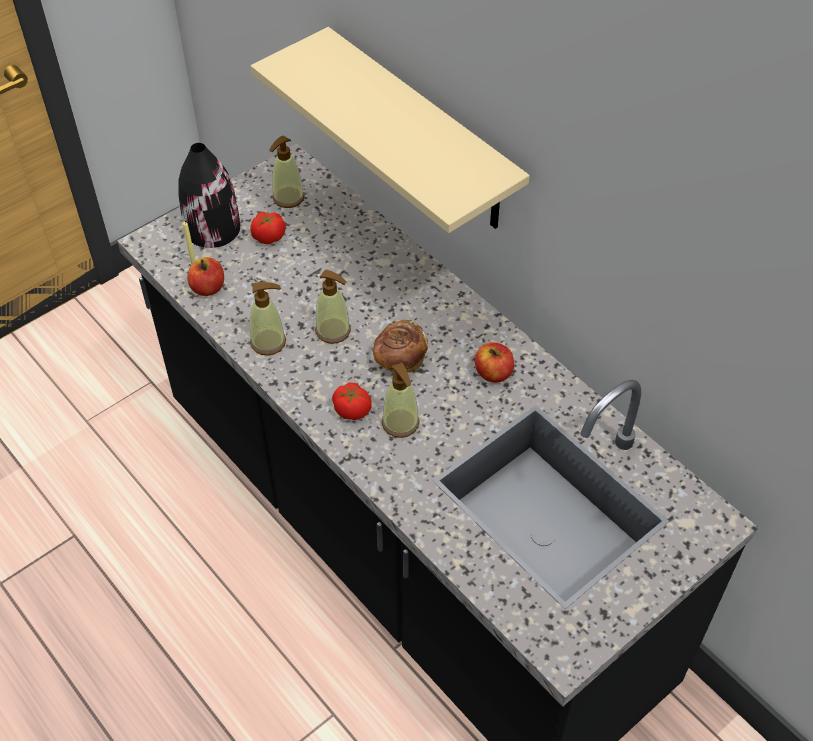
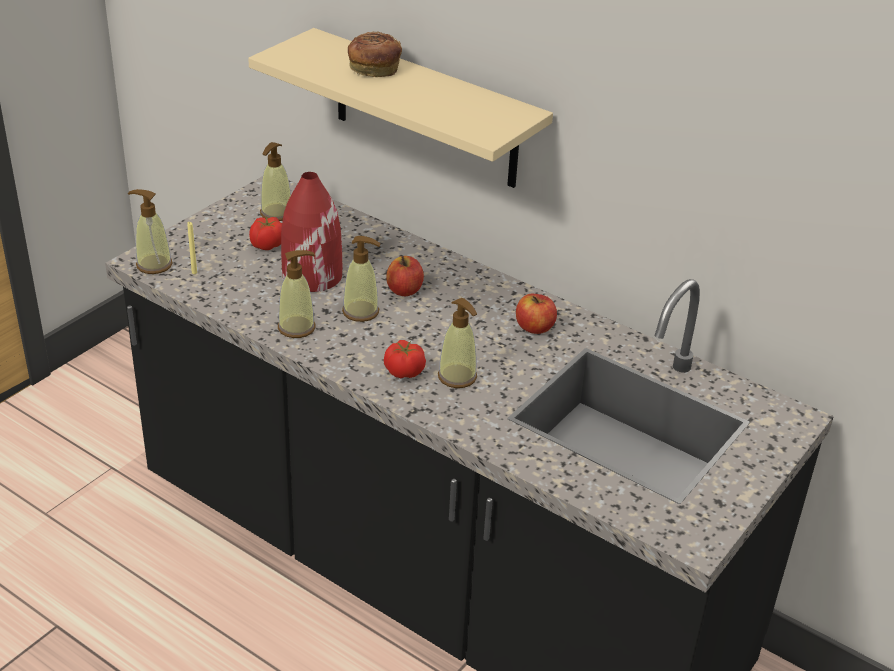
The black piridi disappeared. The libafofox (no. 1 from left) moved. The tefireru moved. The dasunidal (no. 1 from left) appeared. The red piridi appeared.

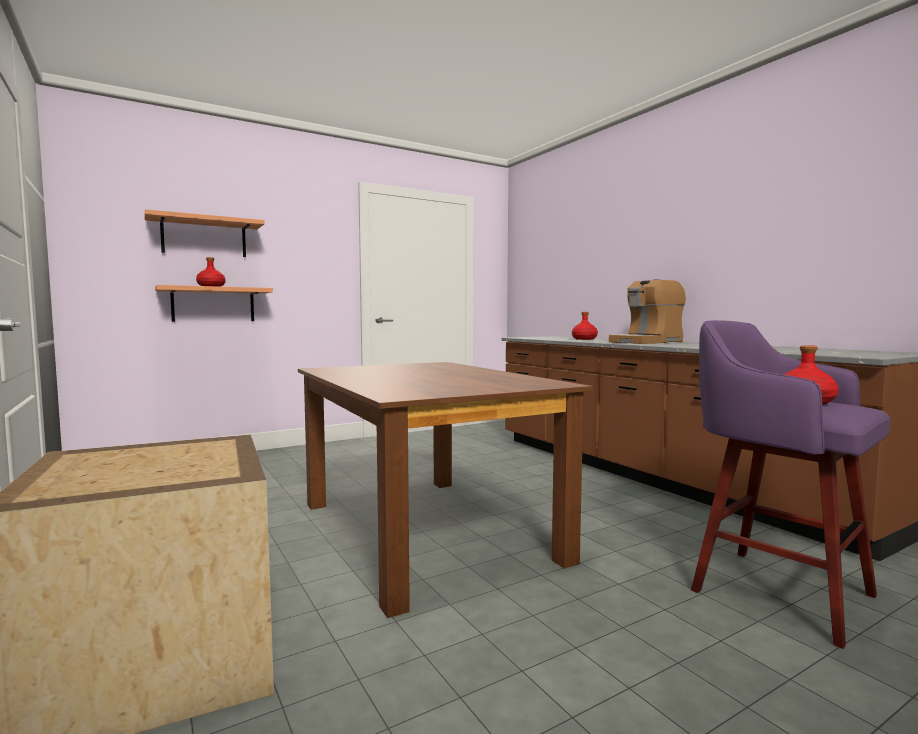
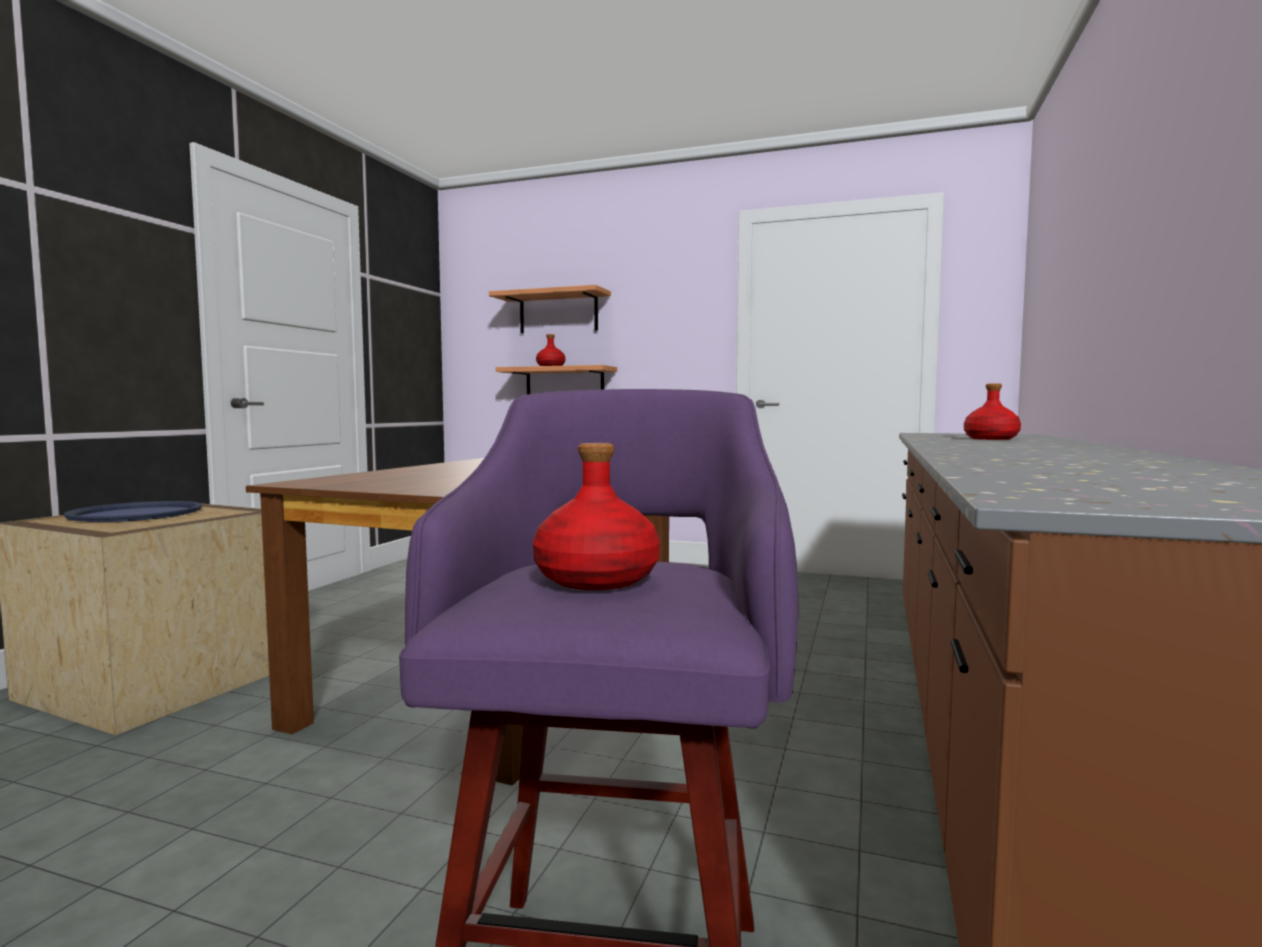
The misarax disappeared. The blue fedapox appeared.

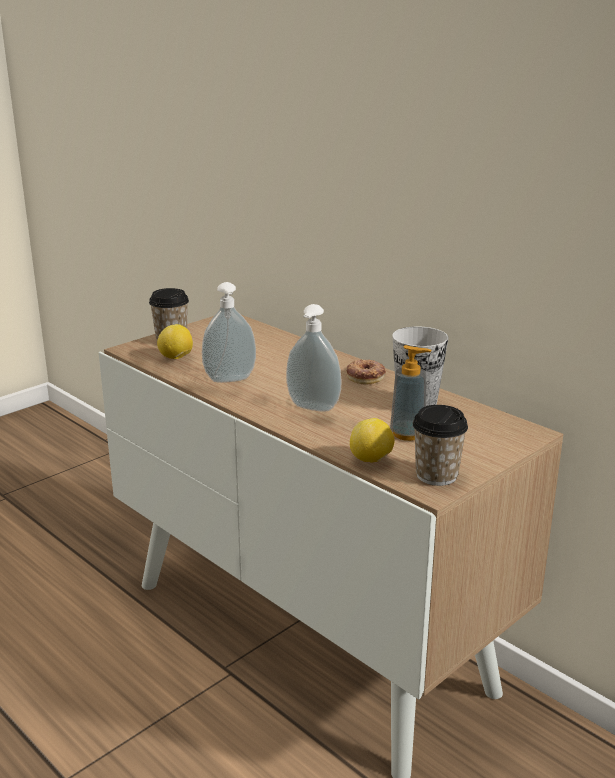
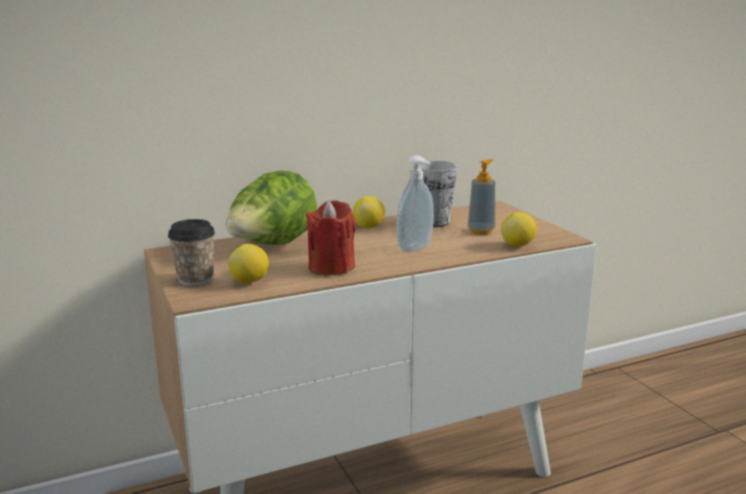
The dasunidal (no. 1 from left) was replaced by the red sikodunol. The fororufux was replaced by the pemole (no. 2 from left). The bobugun (no. 3 from left) disappeared. The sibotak appeared.

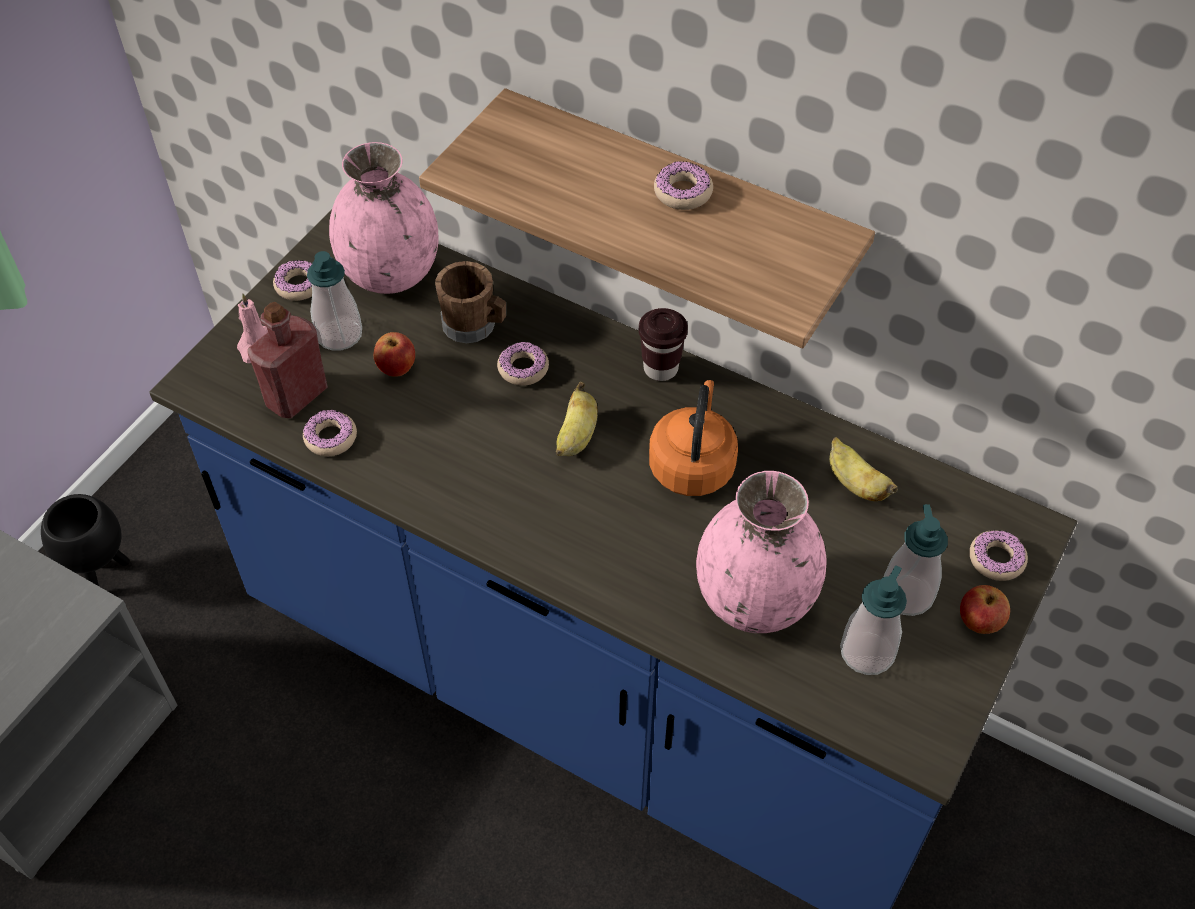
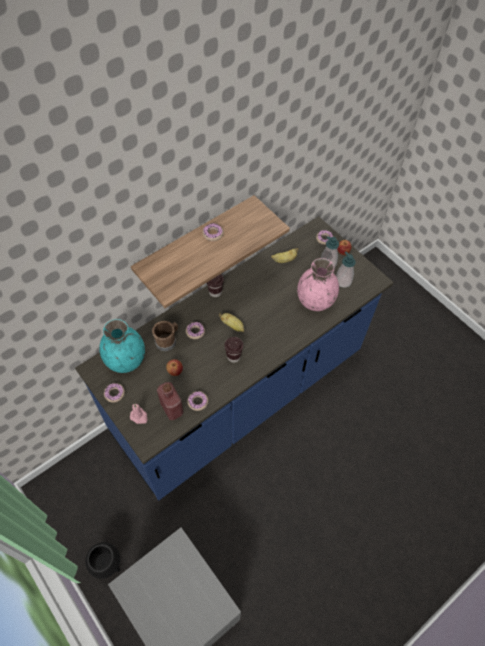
The dasunidal (no. 1 from left) disappeared. The pink piridi (no. 1 from left) became the turquoise piridi. The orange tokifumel disappeared. The brown bobugun (no. 2 from left) appeared.

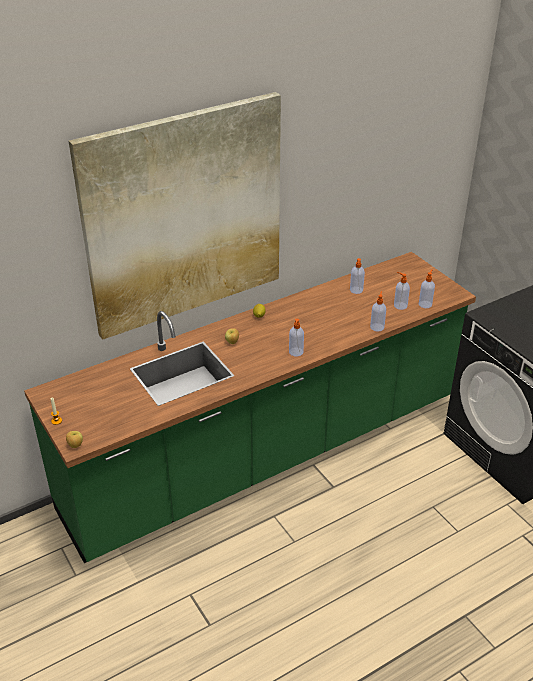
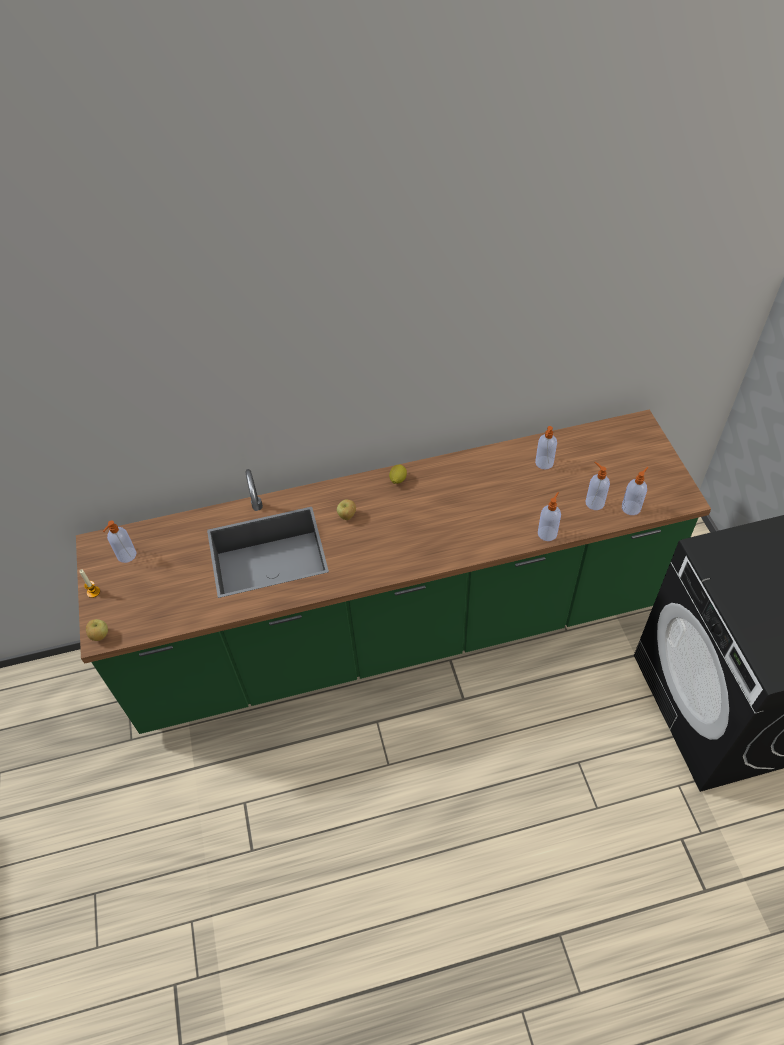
The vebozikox disappeared. The dasunidal (no. 1 from left) moved.

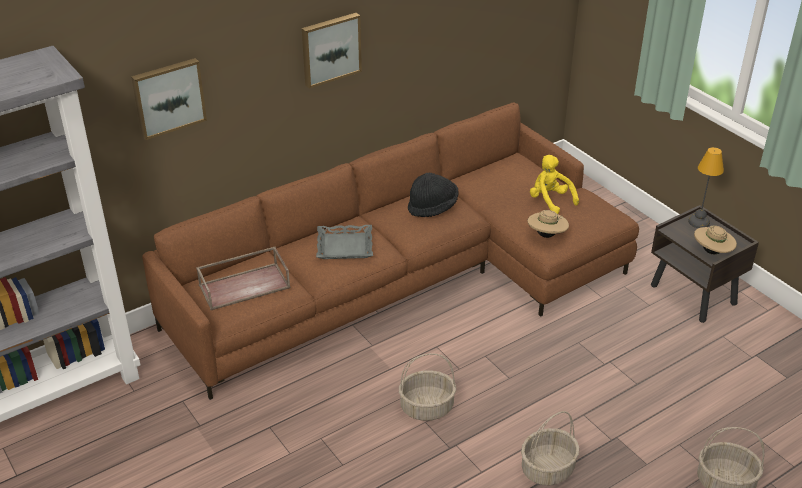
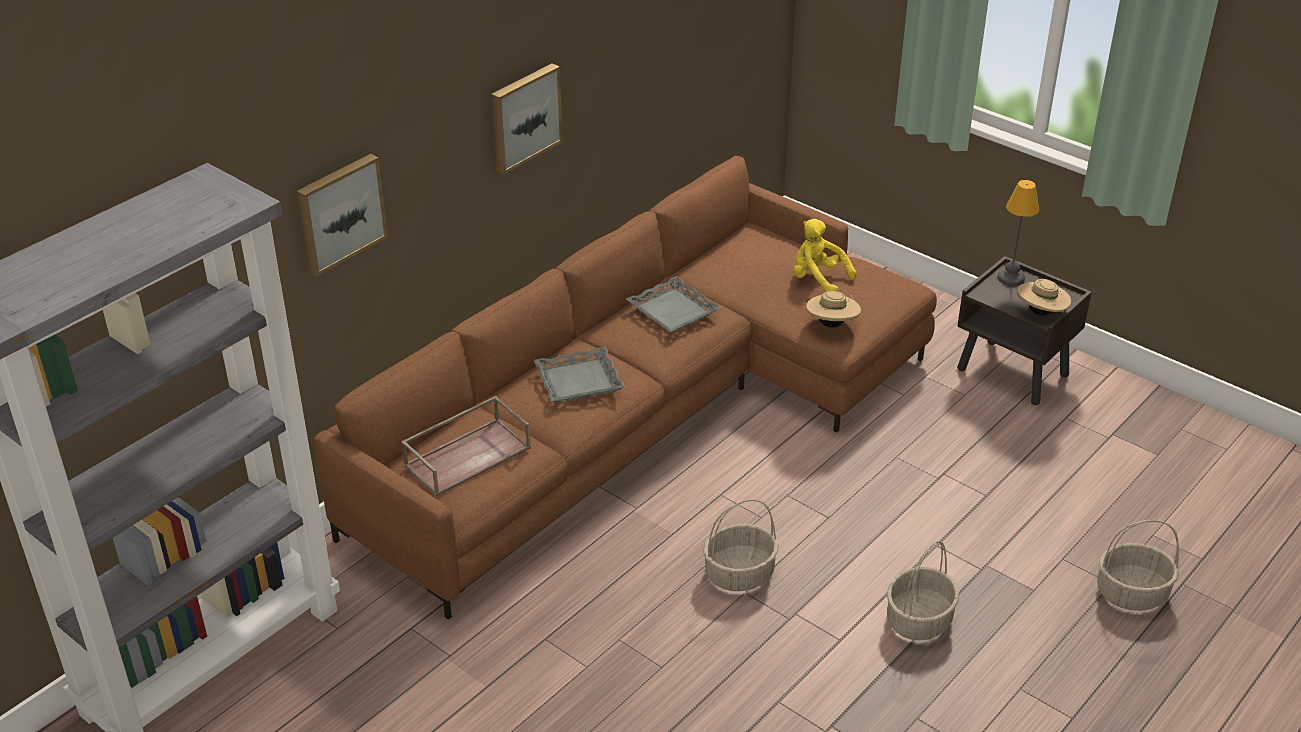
The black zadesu was replaced by the grey fedapox (no. 2 from left).

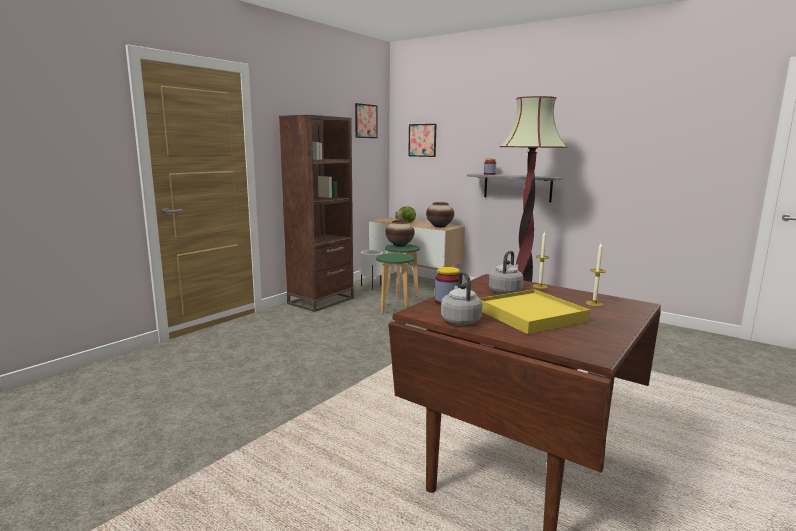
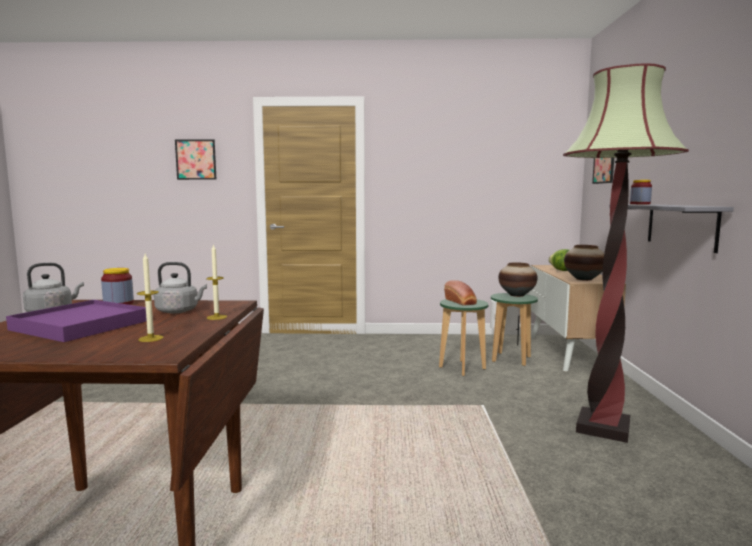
The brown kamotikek disappeared. The vebozikox (no. 1 from left) moved. The yellow fedapox became the purple fedapox. The tefireru appeared.

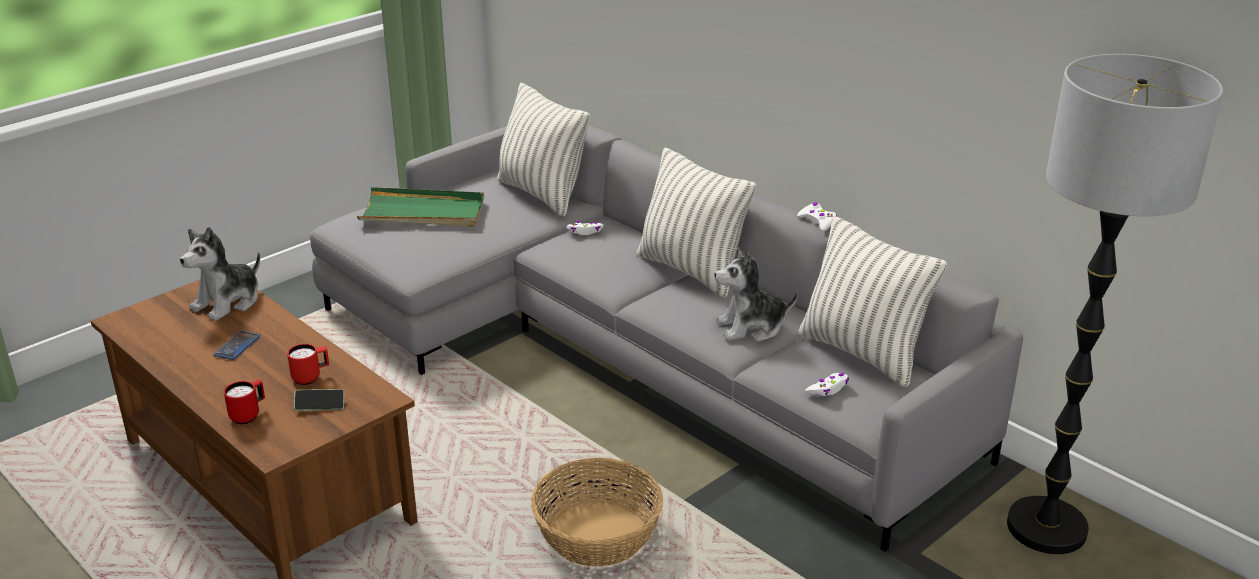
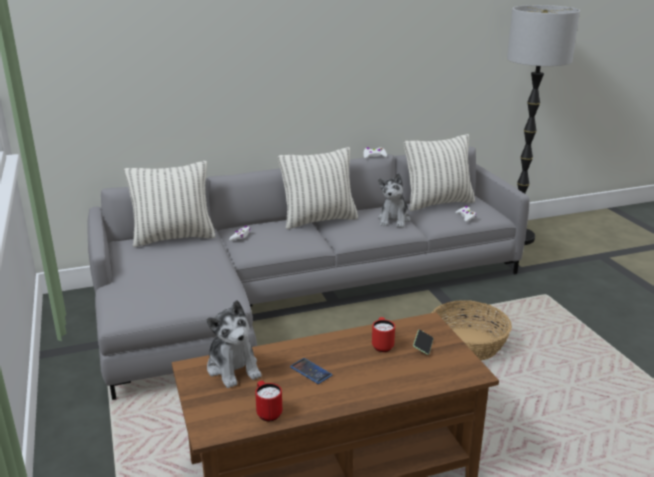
The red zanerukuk (no. 1 from left) moved. The green fedapox disappeared.

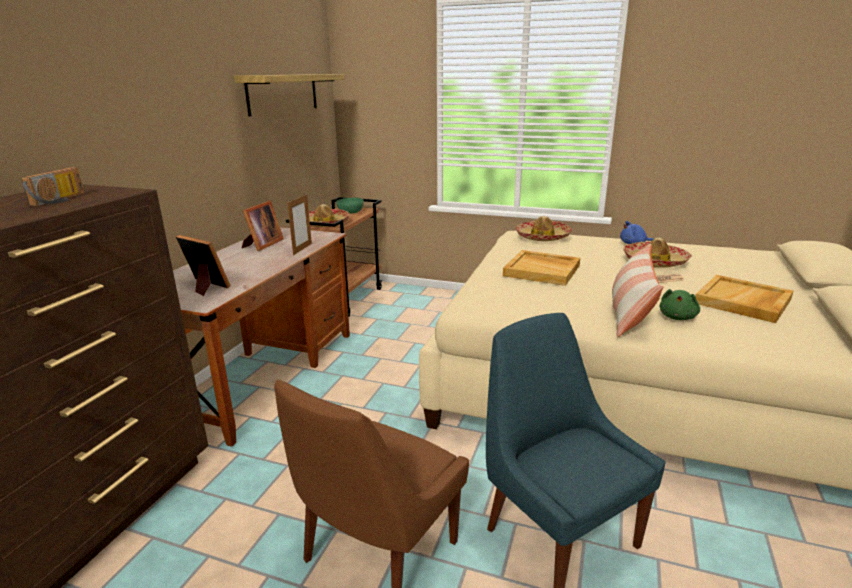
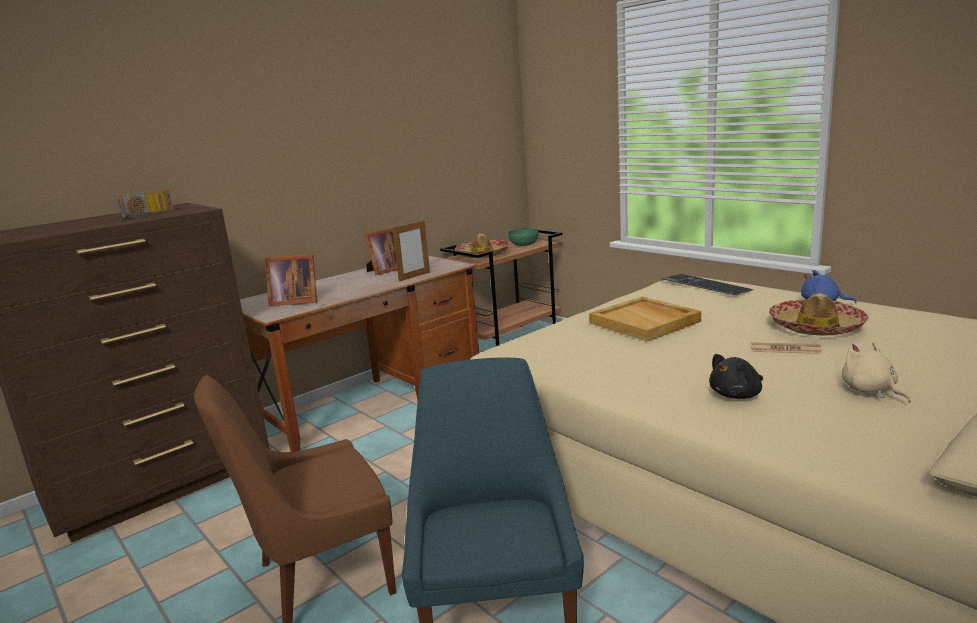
The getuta (no. 1 from left) turned 120 degrees clockwise. The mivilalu disappeared. The zadesu (no. 2 from left) was replaced by the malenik. The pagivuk disappeared. The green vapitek became the black vapitek. The beige fedapox (no. 2 from left) was replaced by the beige vapitek.

